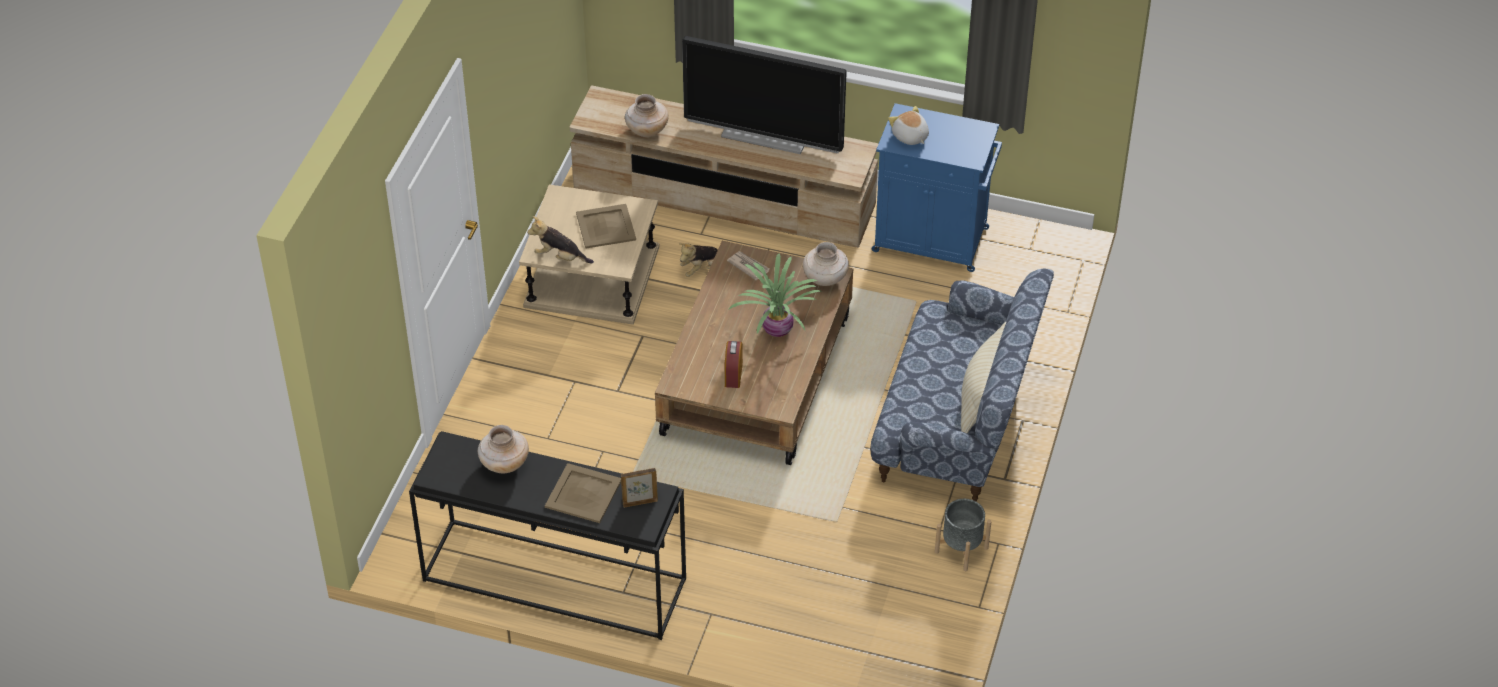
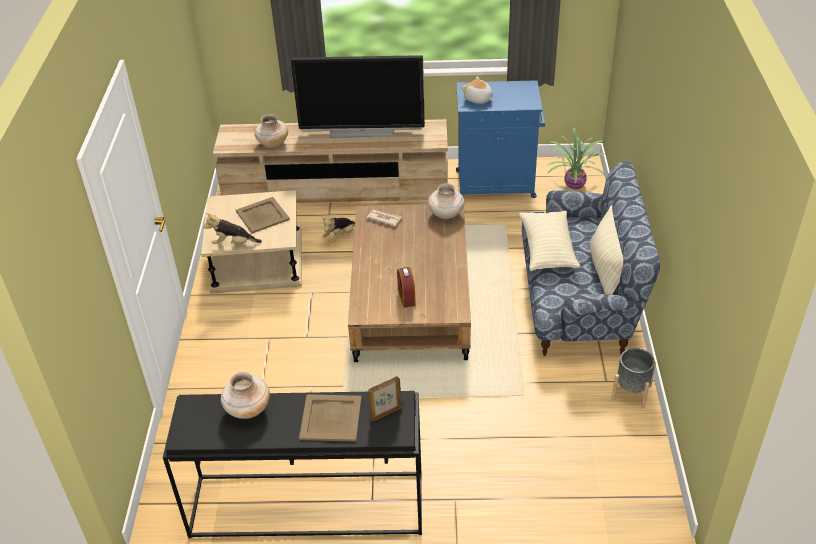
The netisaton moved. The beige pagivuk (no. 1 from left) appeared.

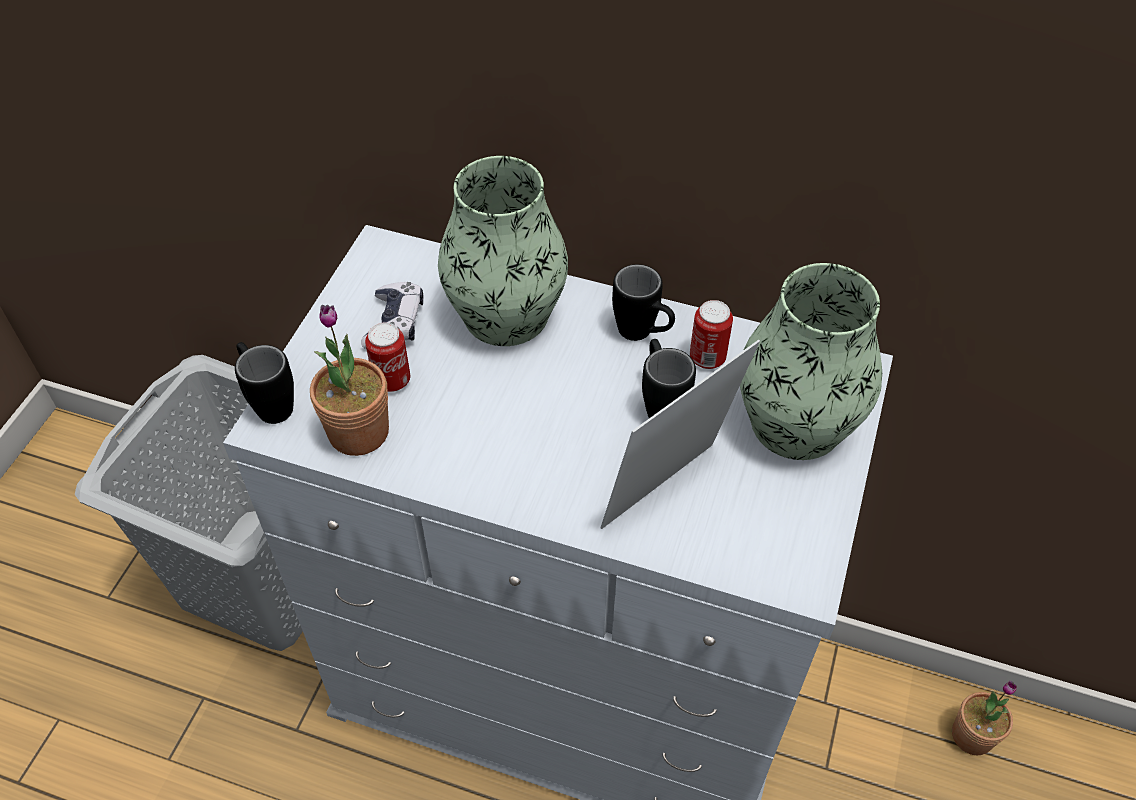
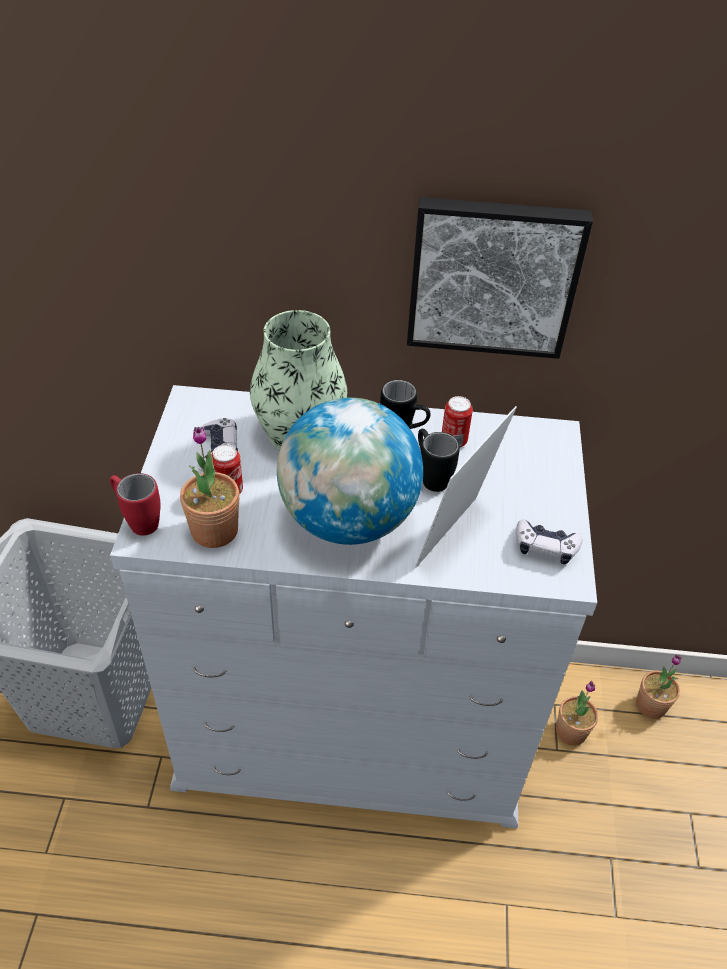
The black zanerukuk (no. 1 from left) became the red zanerukuk. The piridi (no. 2 from left) disappeared. The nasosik appeared. The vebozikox appeared. The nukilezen (no. 2 from left) appeared. The netisaton (no. 2 from left) appeared.

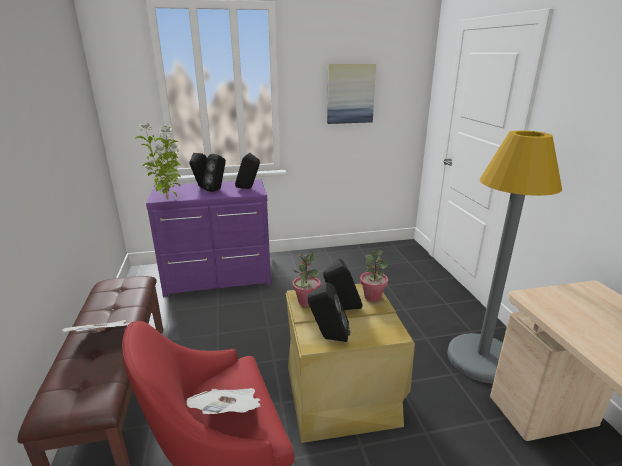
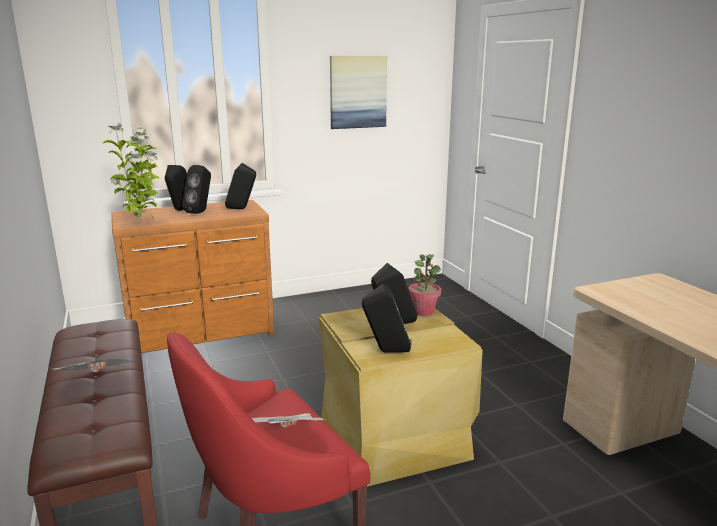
The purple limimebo became the brown limimebo. The netisaton (no. 2 from left) disappeared. The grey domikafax disappeared.

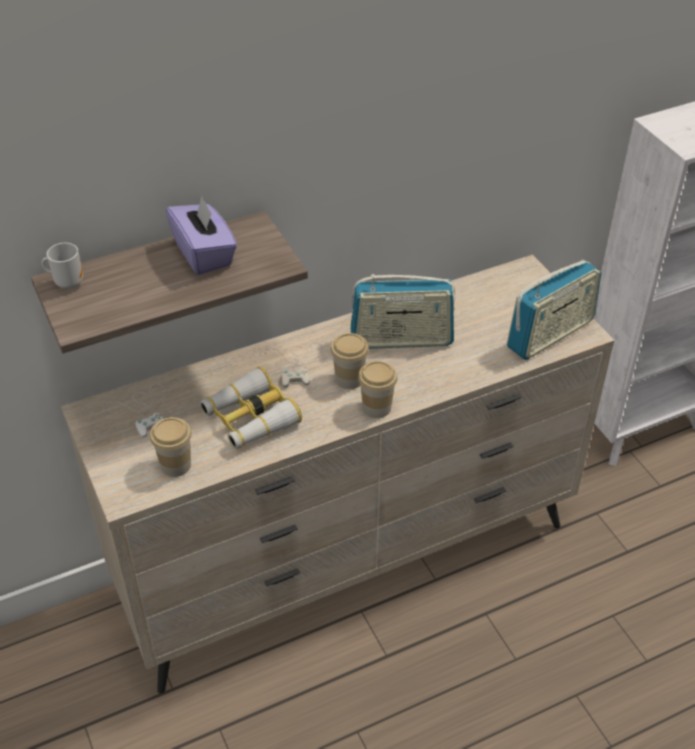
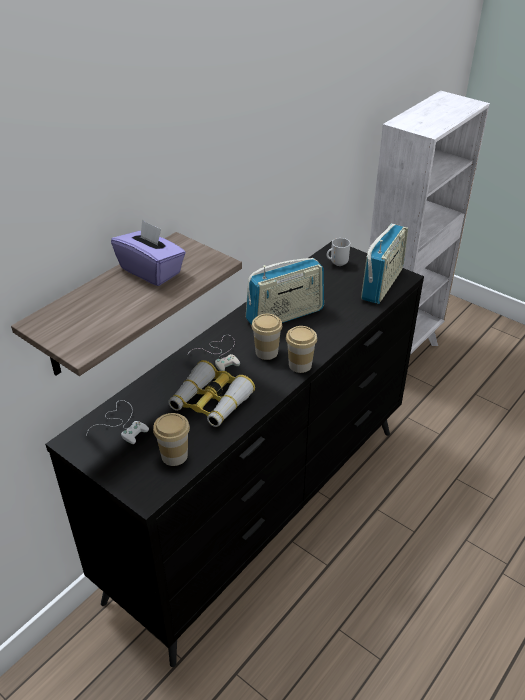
The zanerukuk moved. The beige limimebo became the black limimebo.

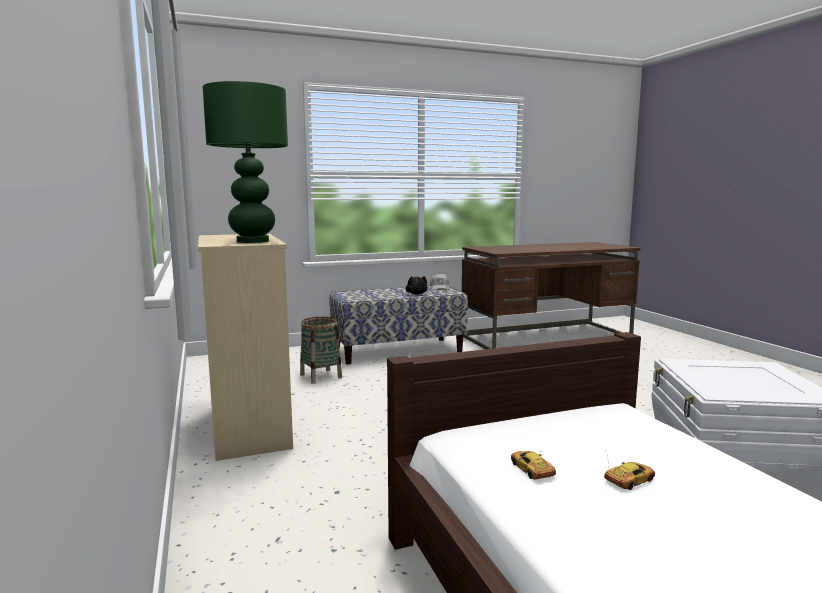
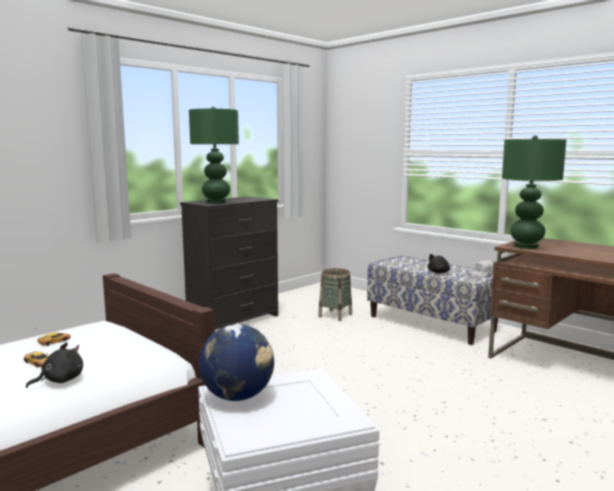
The beige limimebo became the black limimebo. The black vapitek (no. 1 from left) appeared. The nasosik appeared. The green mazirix (no. 2 from left) appeared.

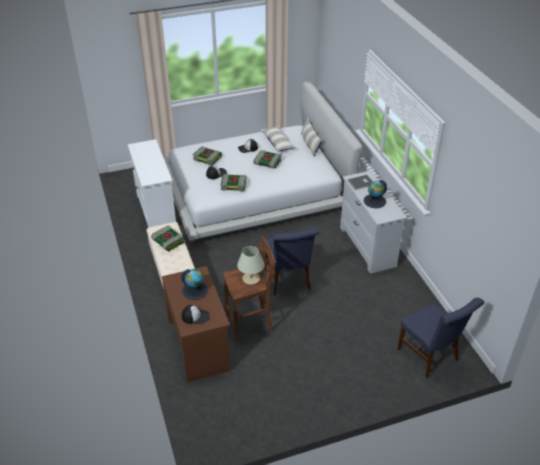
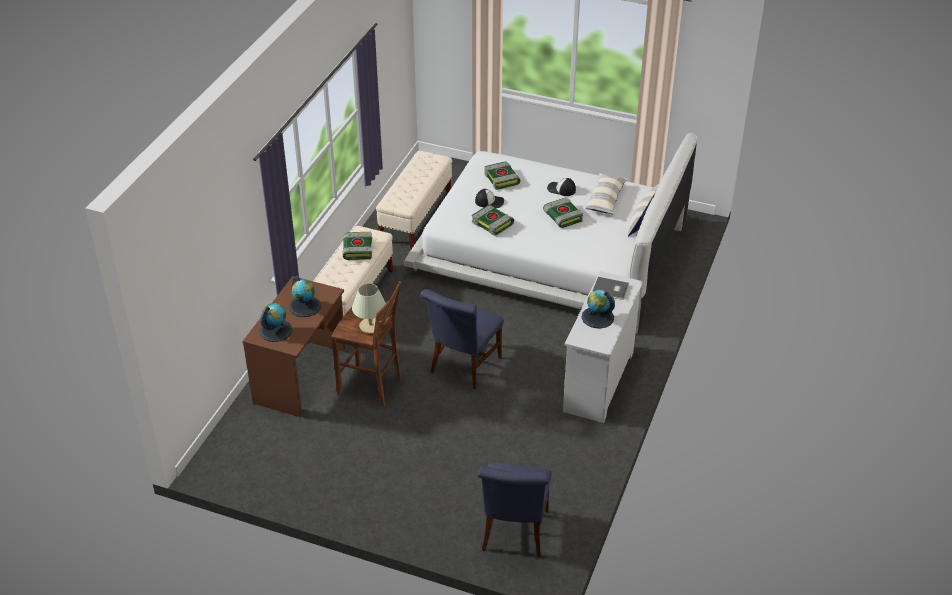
The white limimebo (no. 1 from left) was replaced by the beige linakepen (no. 2 from left). The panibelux (no. 1 from left) was replaced by the nasosik (no. 1 from left).

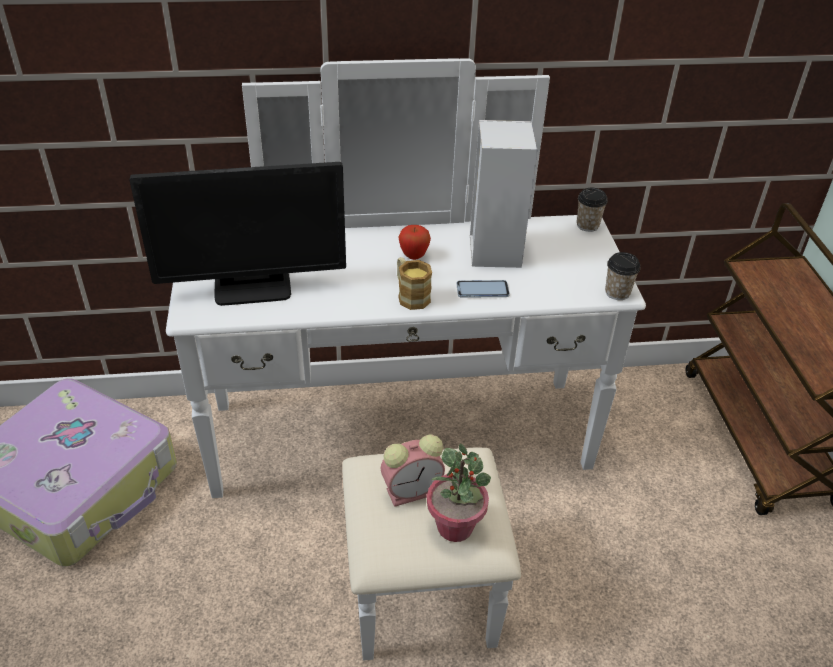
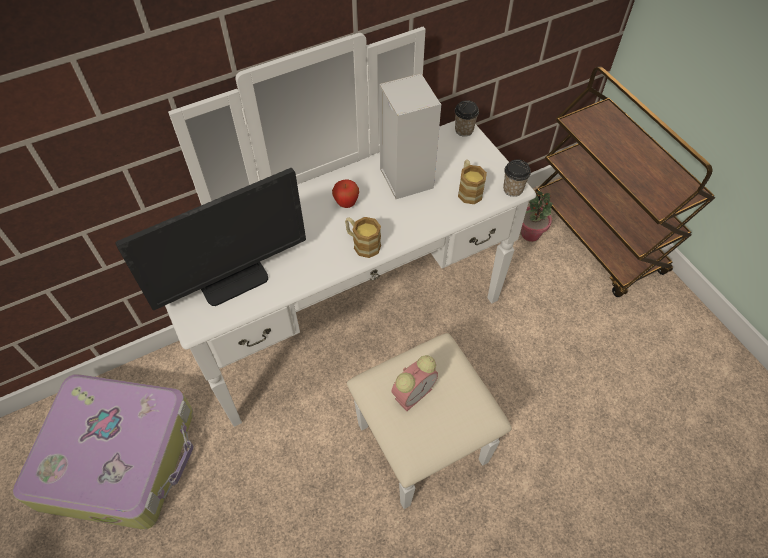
The netisaton moved. The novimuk disappeared. The zanerukuk (no. 2 from left) appeared.

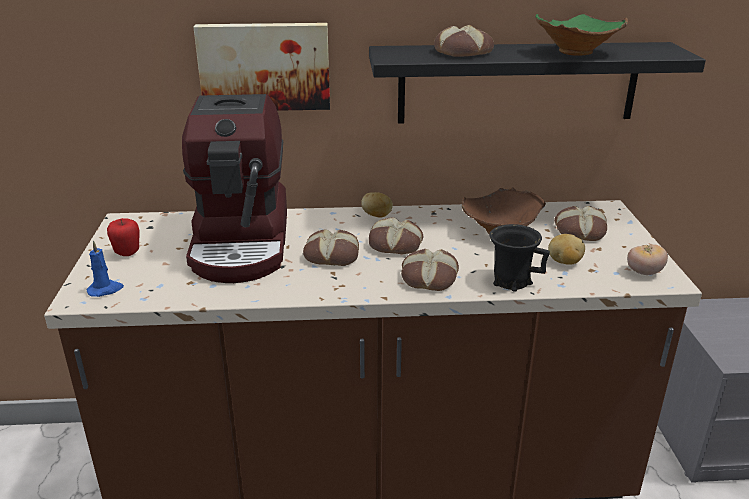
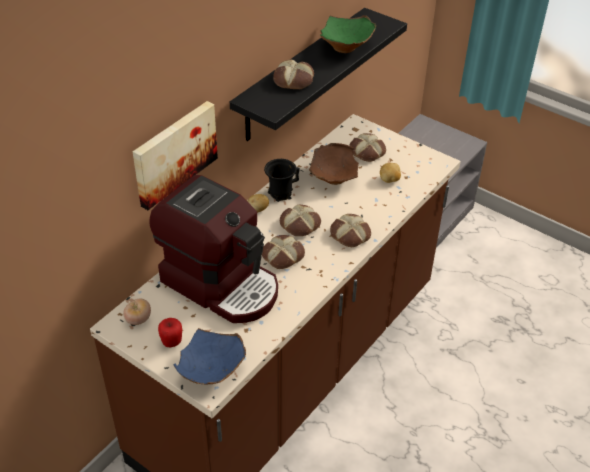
The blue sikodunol was replaced by the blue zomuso. The black zanerukuk moved. The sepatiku moved.

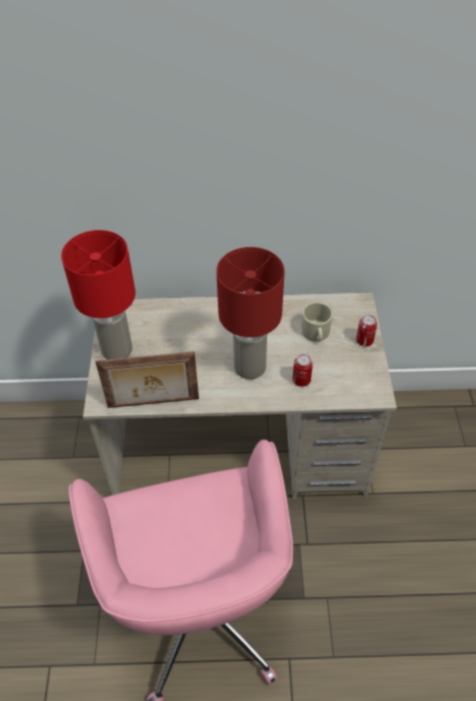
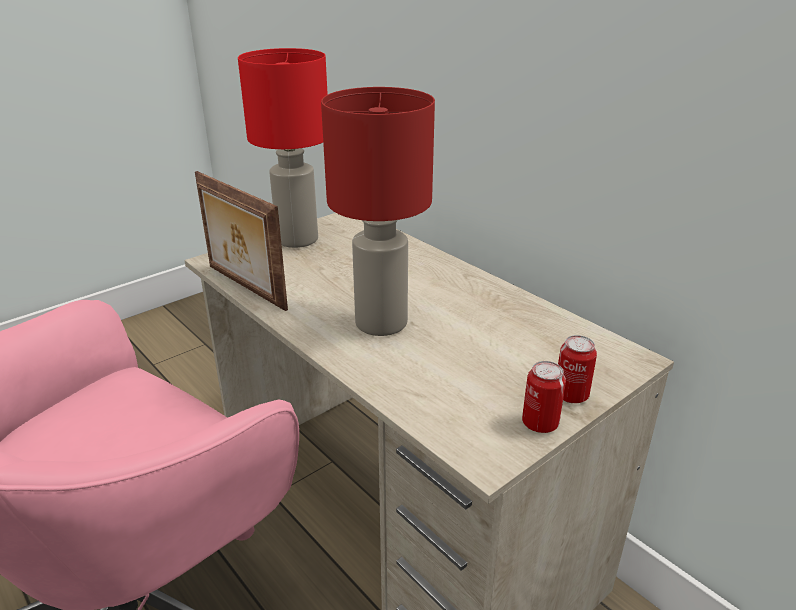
The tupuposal (no. 1 from left) moved. The beige zanerukuk disappeared.

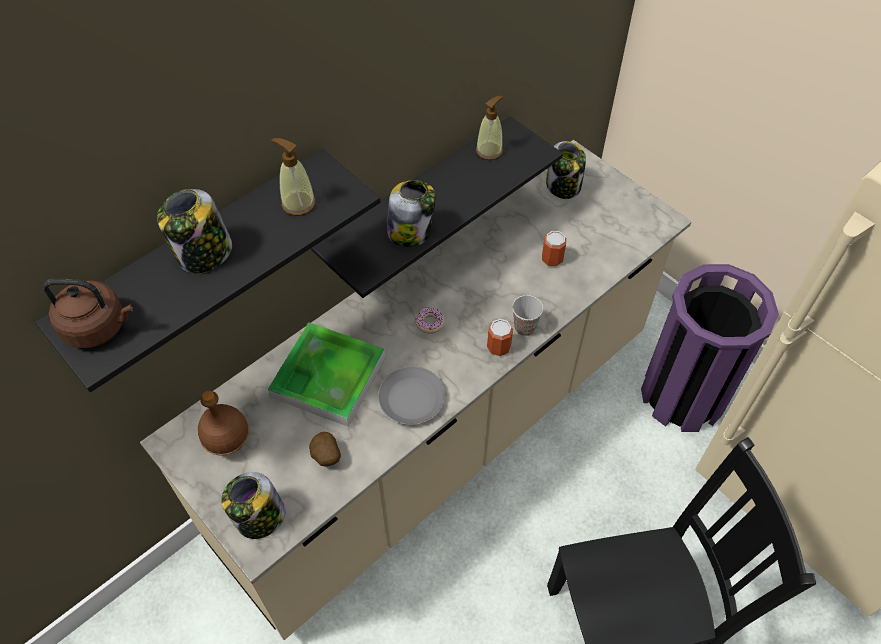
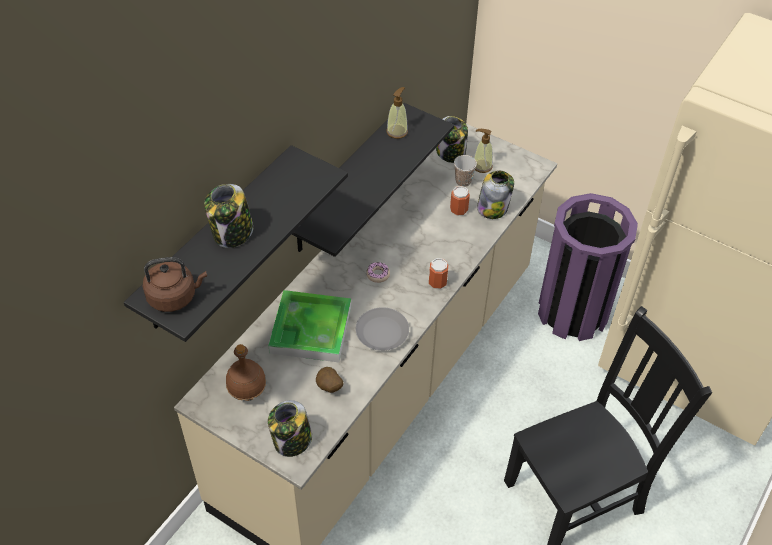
The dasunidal (no. 1 from left in the first image) moved. The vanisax (no. 3 from left in the first image) moved. The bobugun moved.

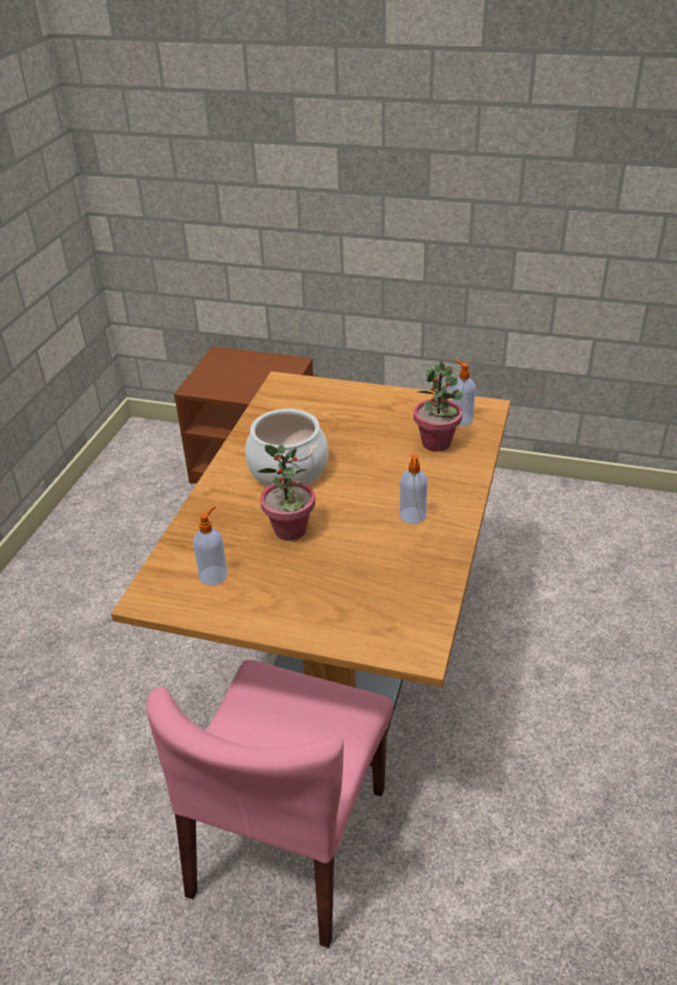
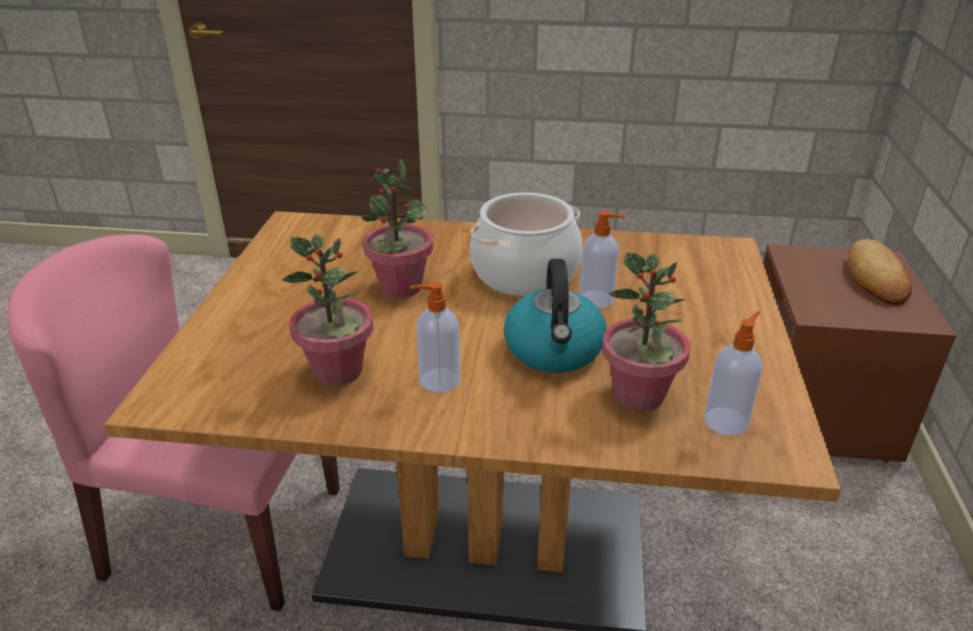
The dasunidal (no. 1 from left in the first image) moved. The netisaton (no. 1 from left) appeared. The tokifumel appeared. The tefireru appeared.

